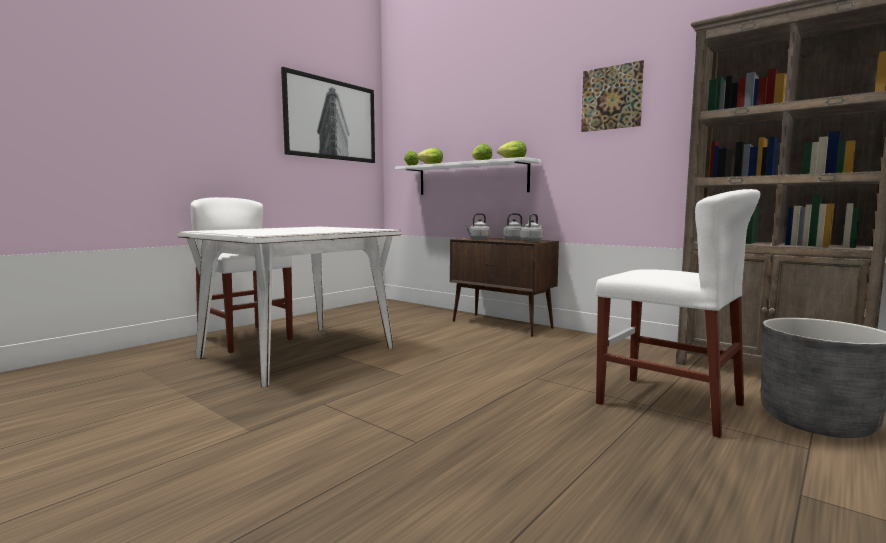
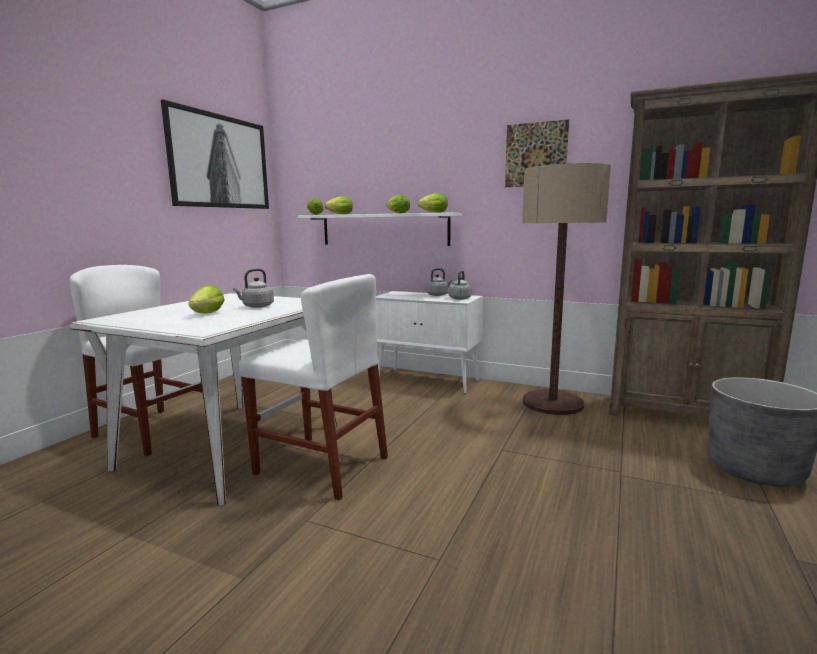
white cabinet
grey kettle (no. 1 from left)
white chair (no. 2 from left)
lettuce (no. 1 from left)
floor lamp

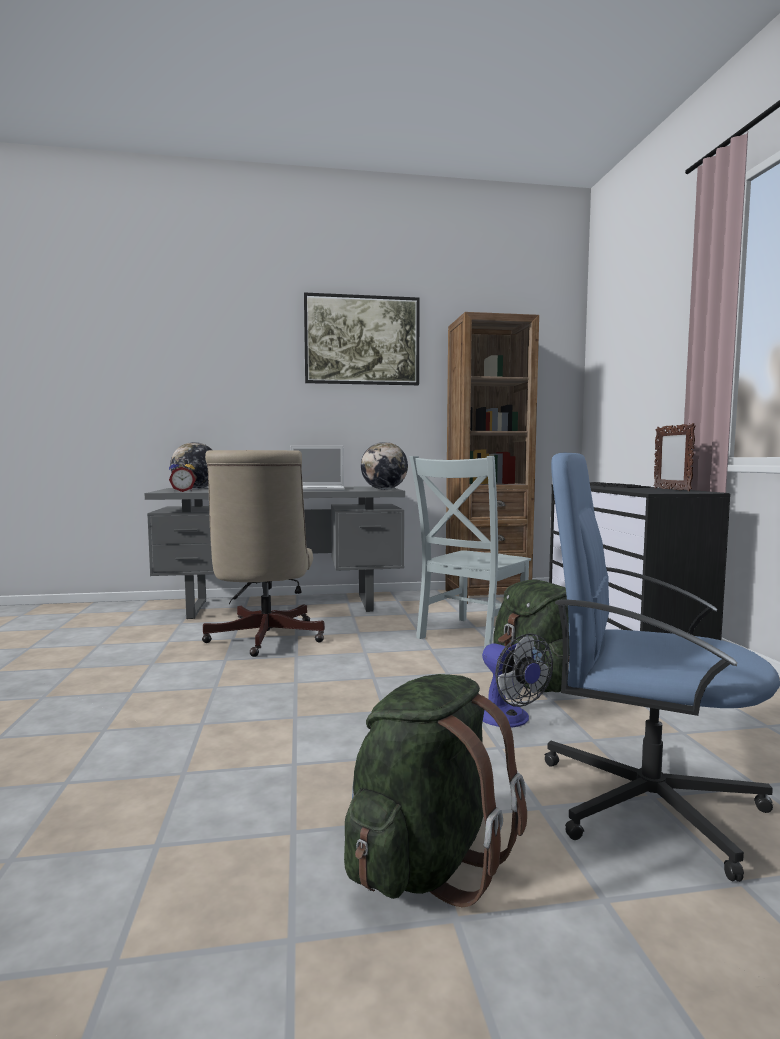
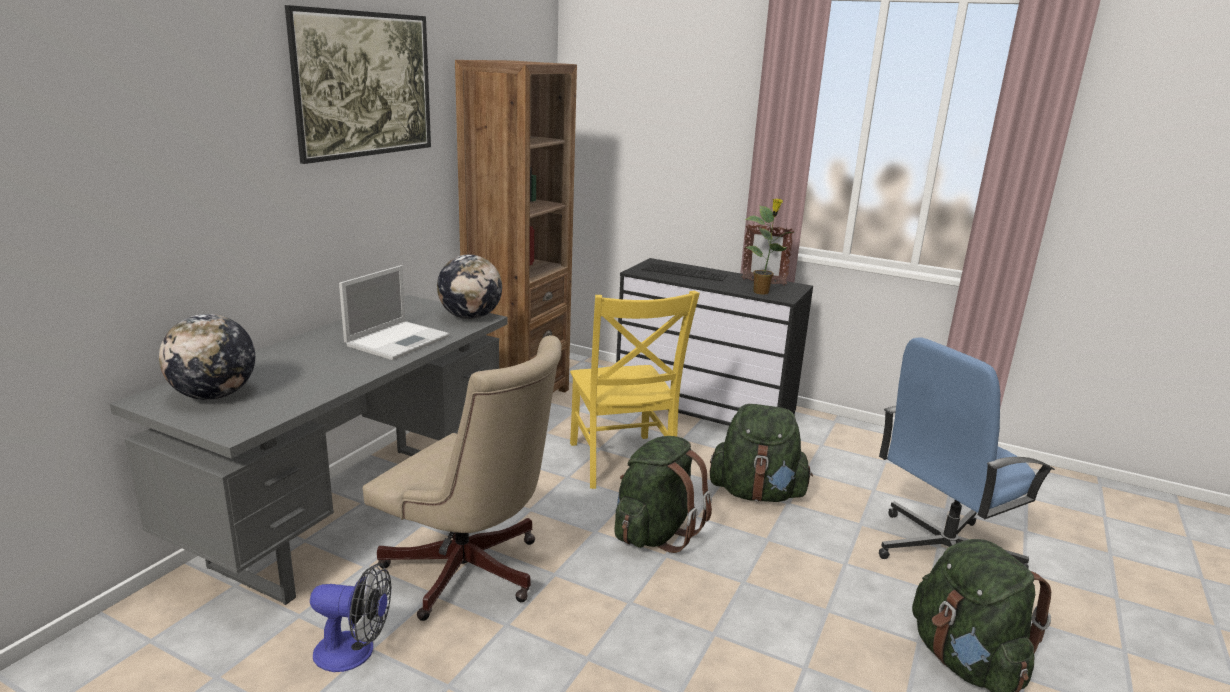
alarm clock
yellow chair
fan
green backpack (no. 1 from left)
potted plant

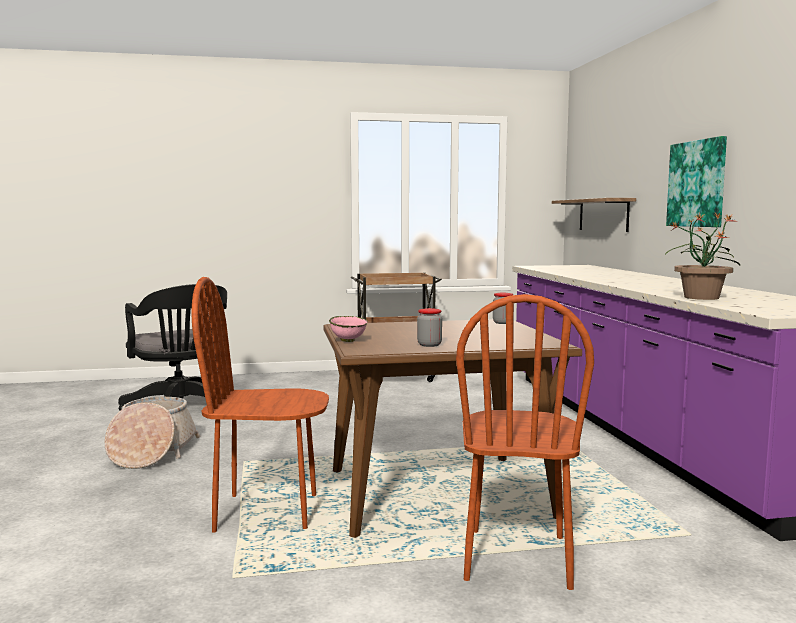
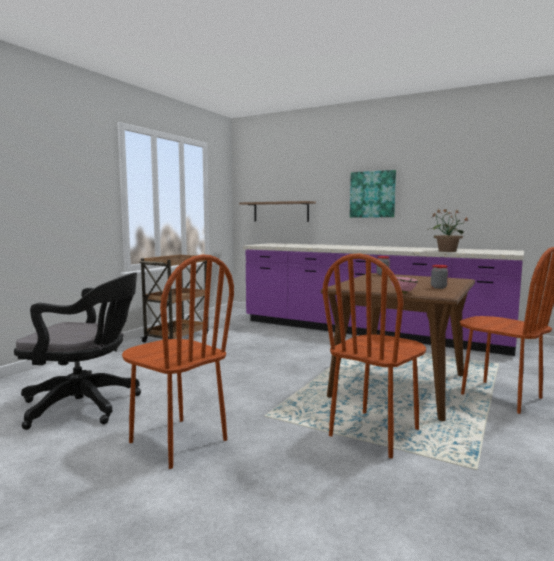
brown chair (no. 1 from left)

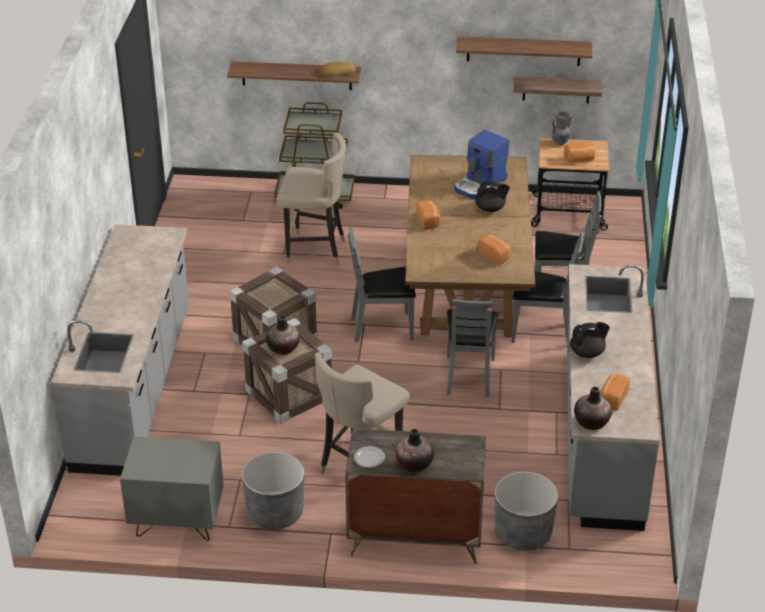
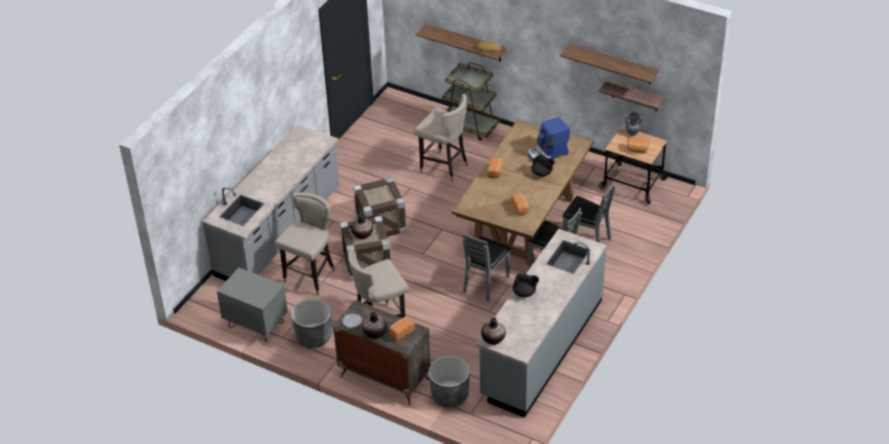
grey chair (no. 1 from left in the first image)
bread (no. 1 from left)
beige stool (no. 1 from left)

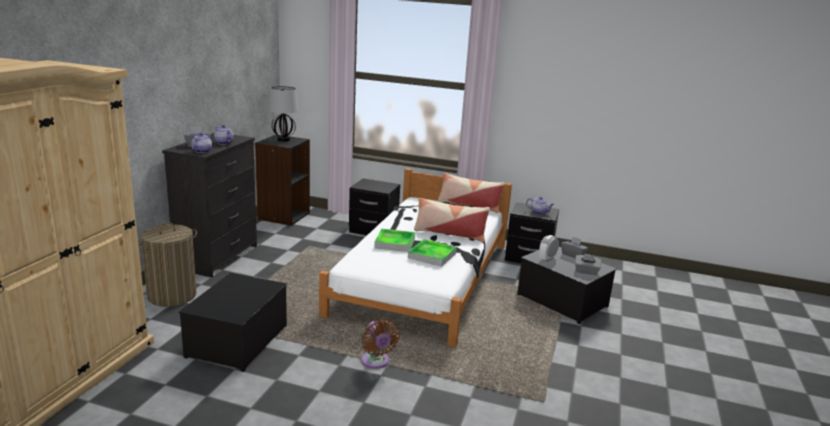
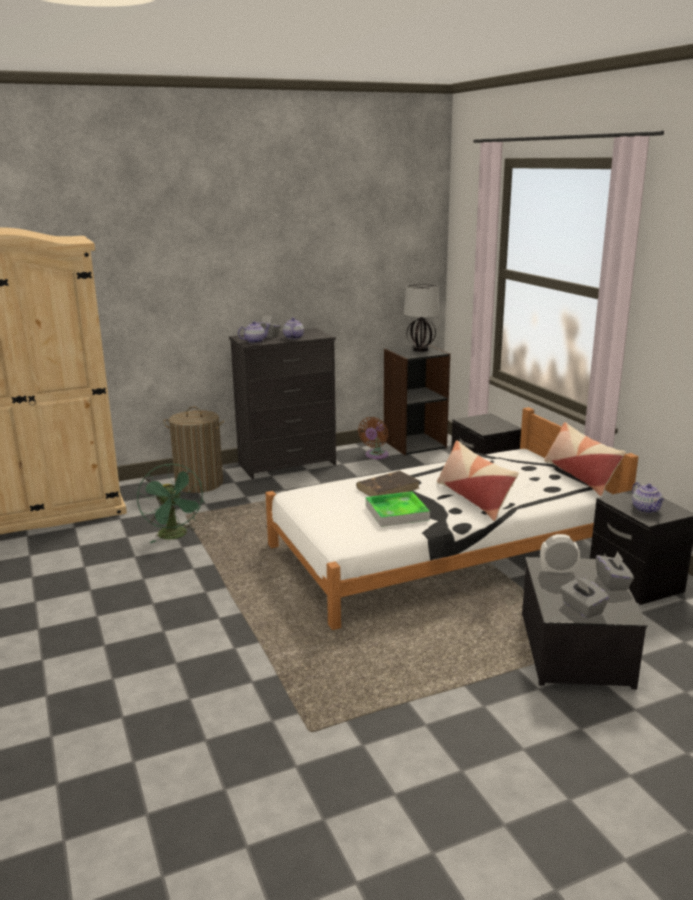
green fan
brown fan
brown book

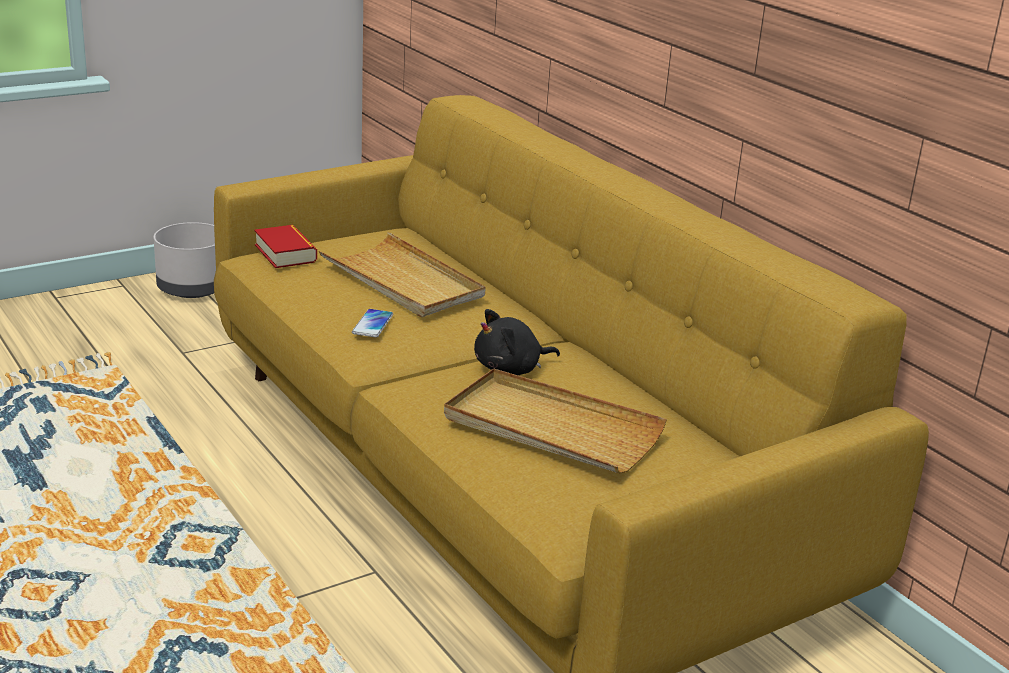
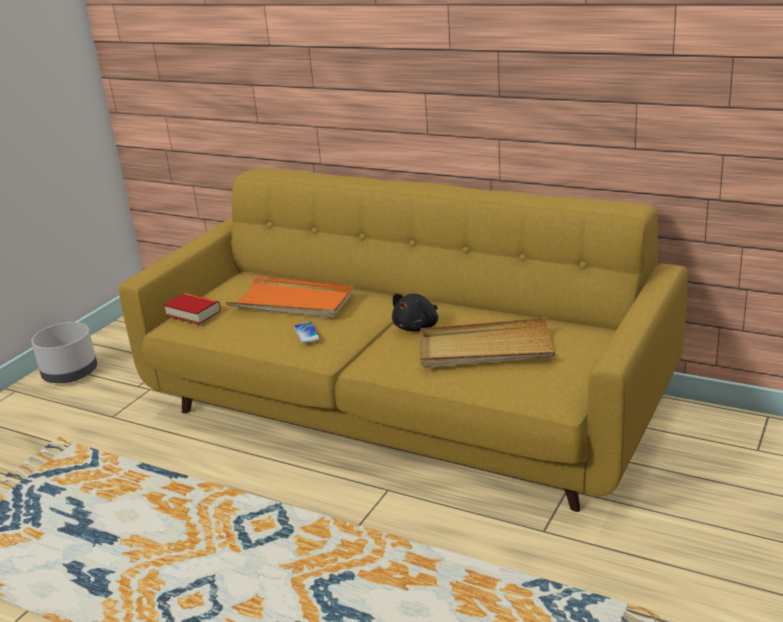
orange tray

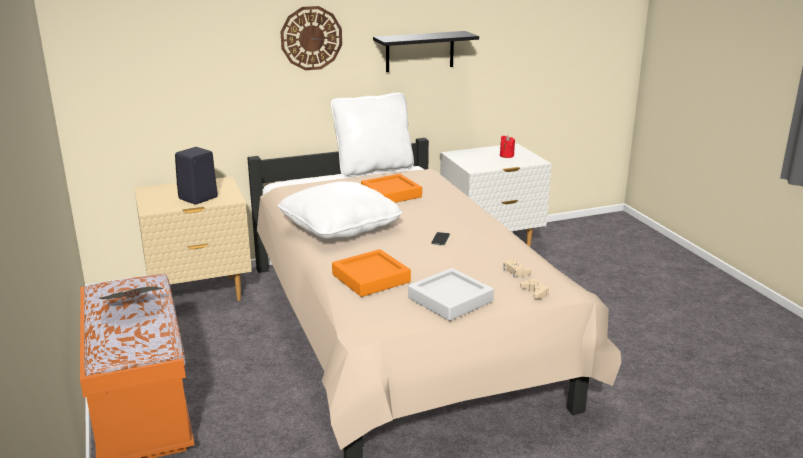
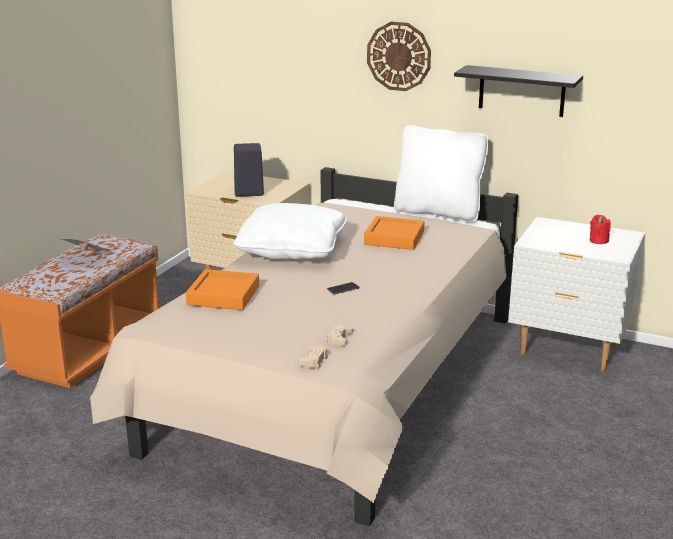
grey tray

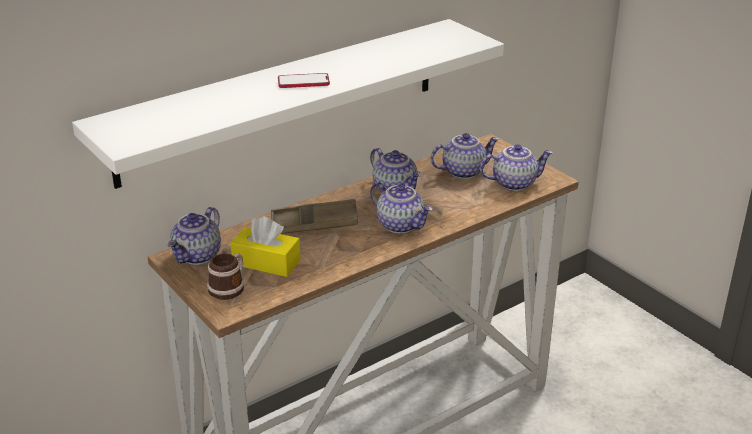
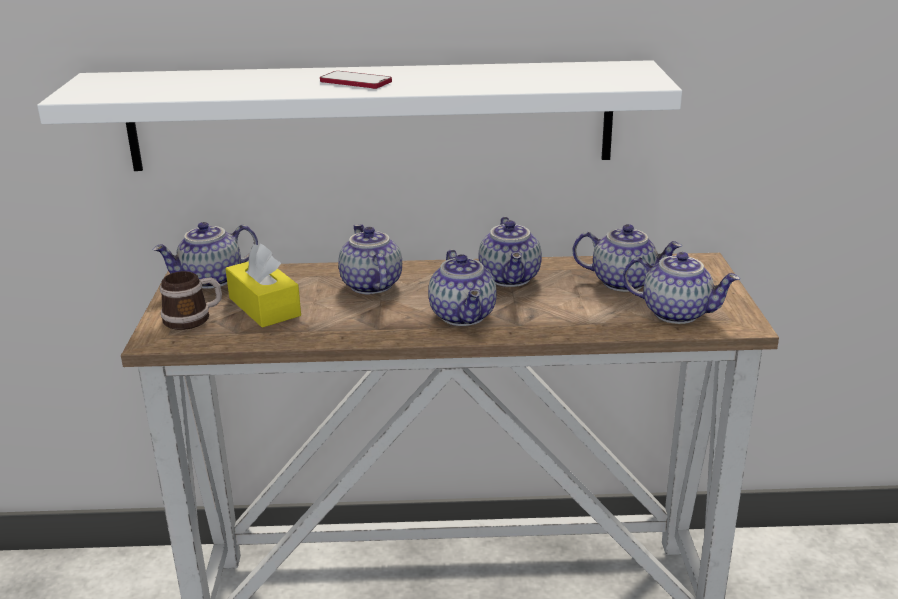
teapot (no. 2 from left)

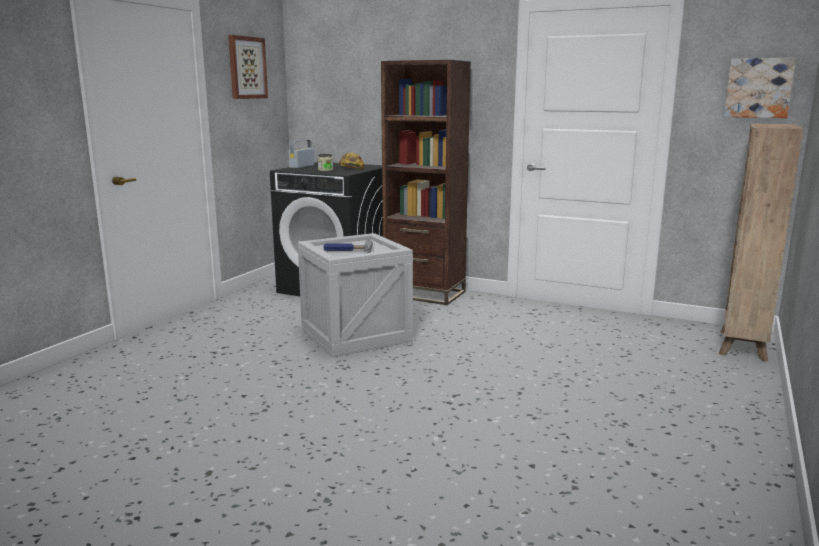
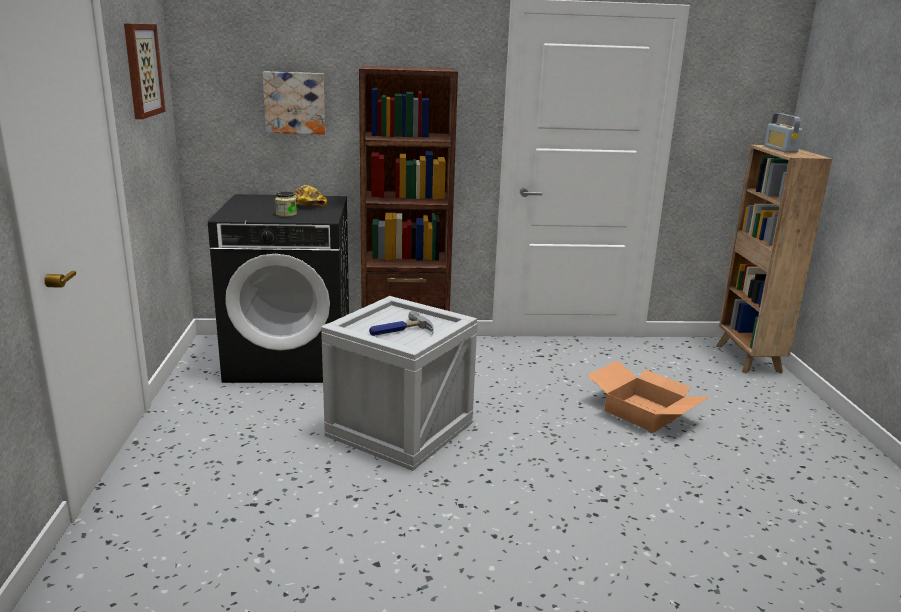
radio
picture (no. 2 from left)
cardboard box

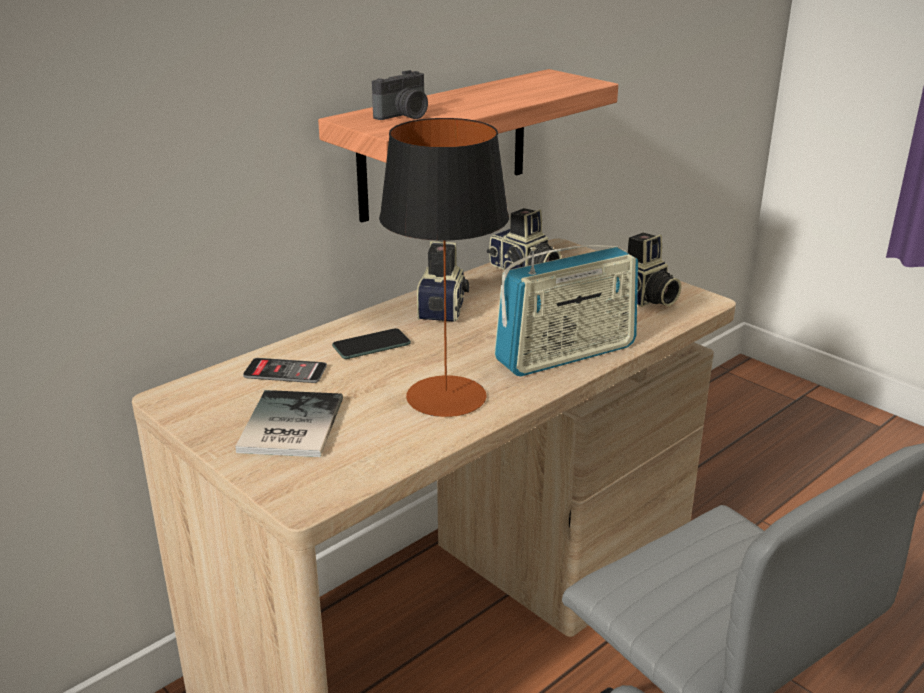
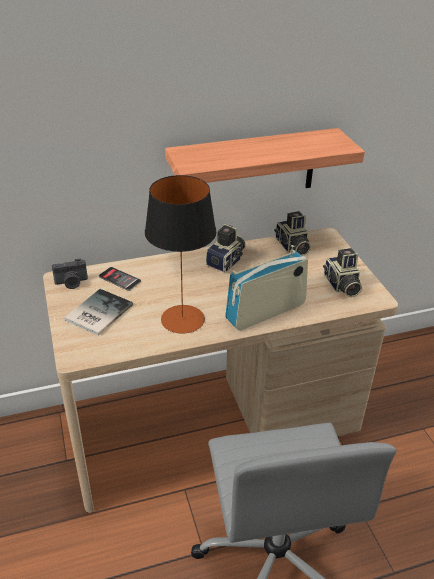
phone (no. 2 from left in the first image)
photo camera (no. 1 from left)
radio

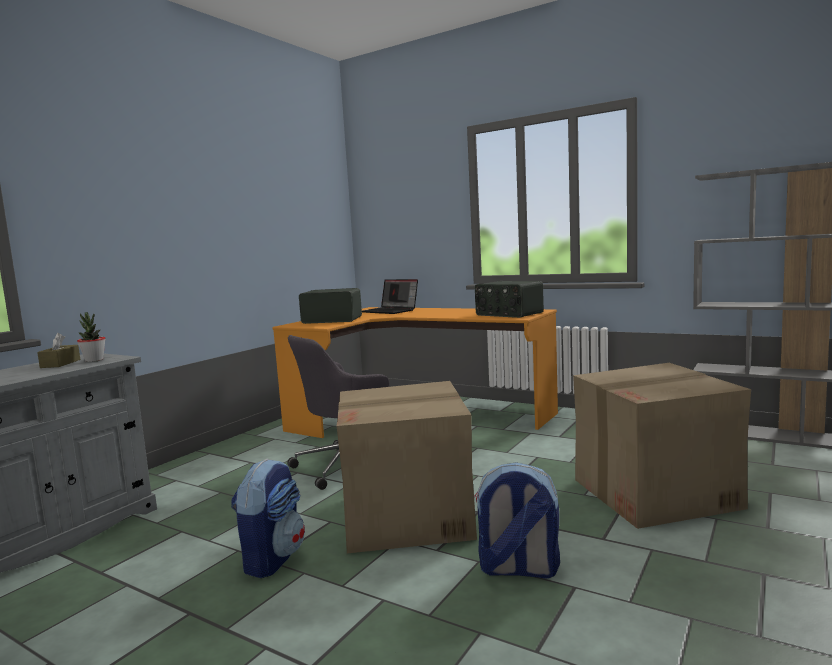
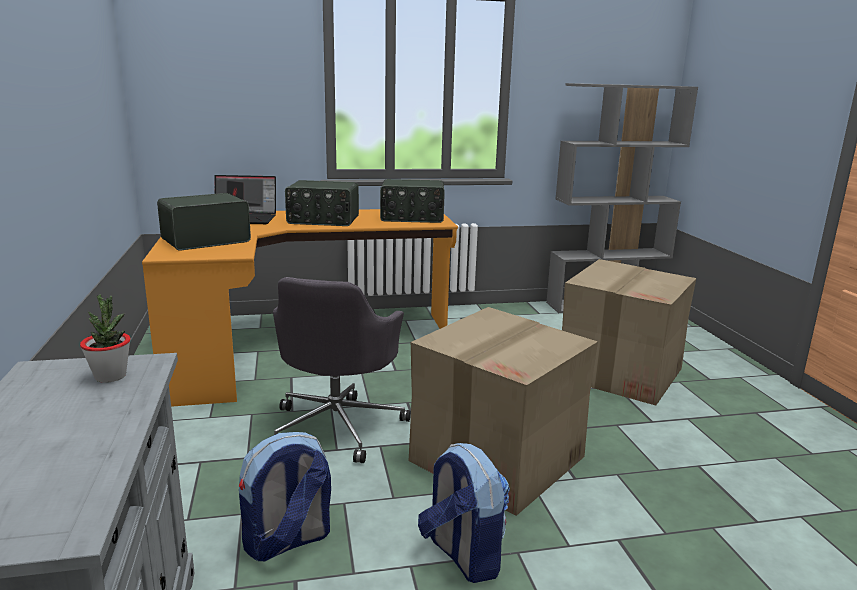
brown tissue box
backpack (no. 1 from left)
radio (no. 2 from left)

